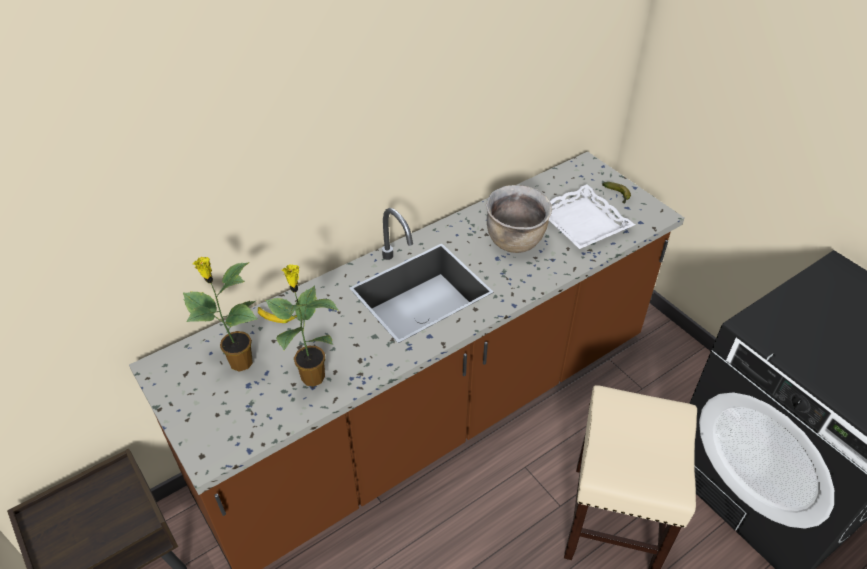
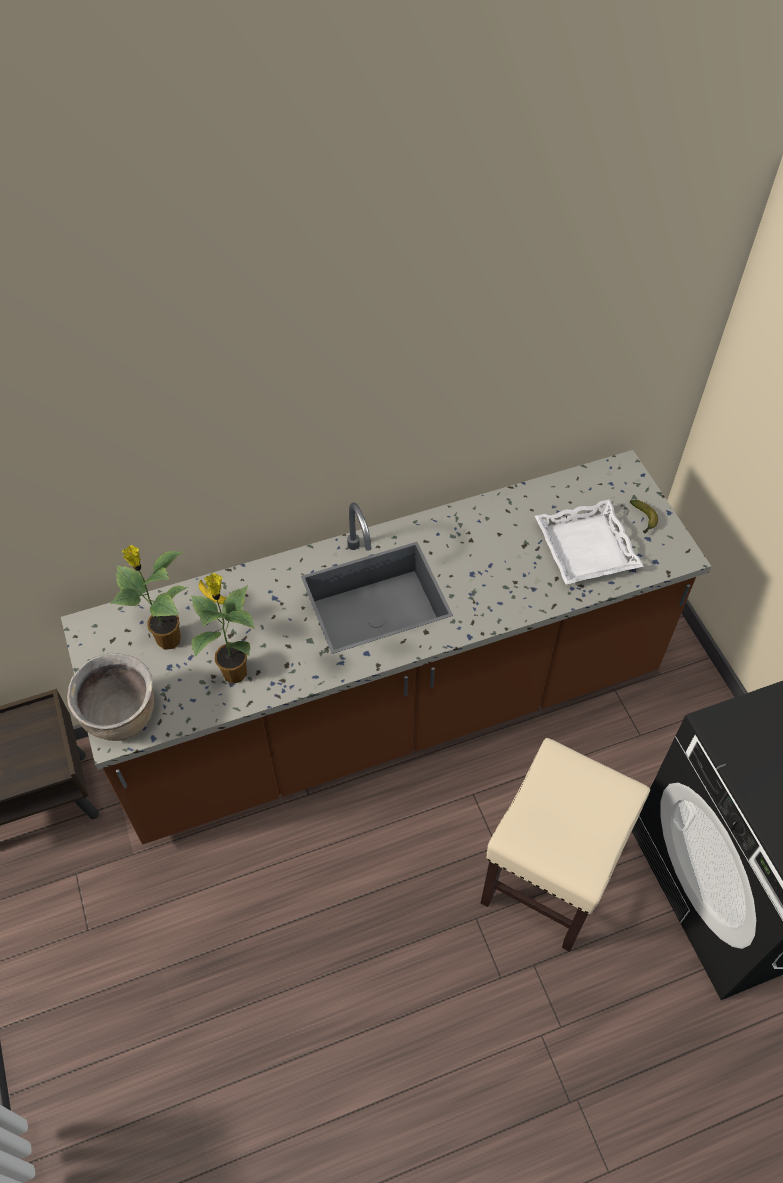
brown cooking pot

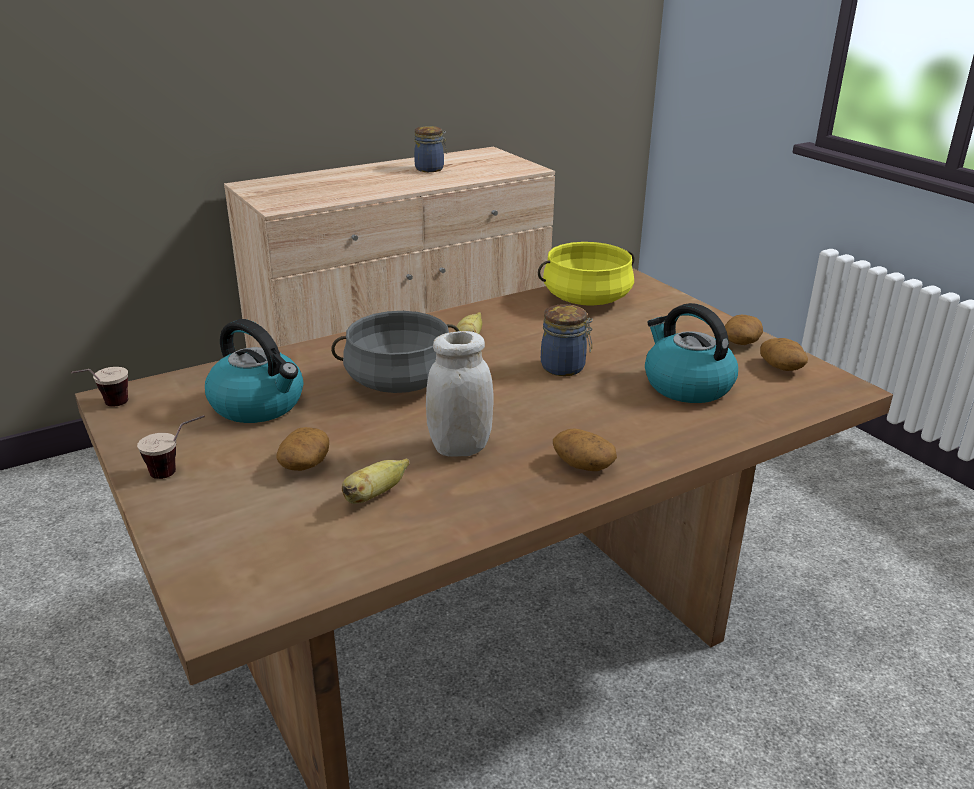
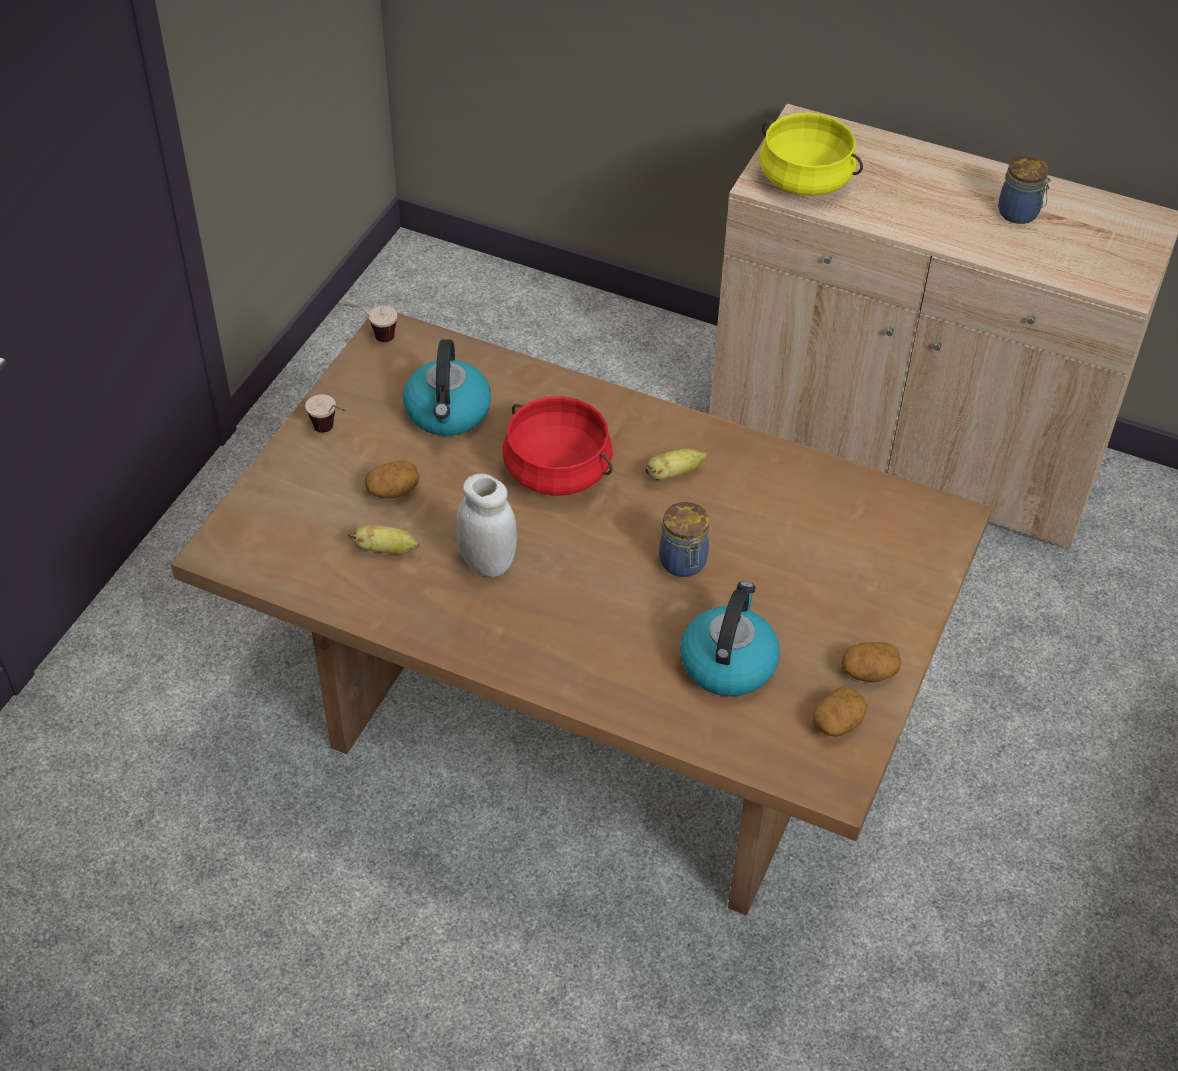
red cooking pot
yellow cooking pot
potato (no. 2 from left in the first image)

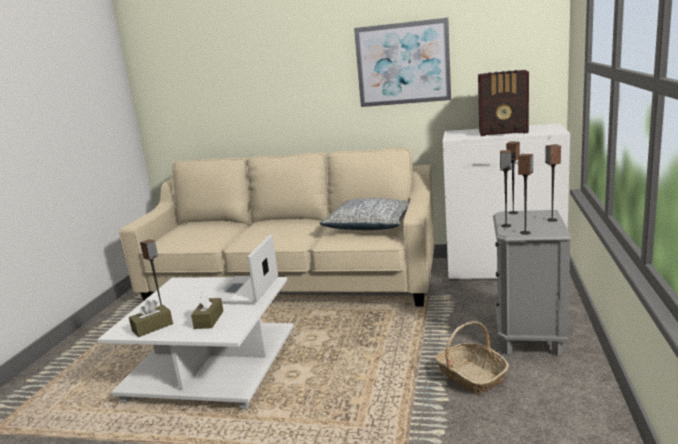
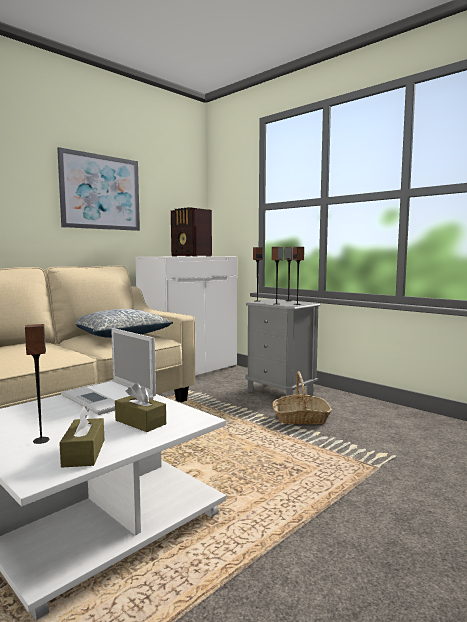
radio

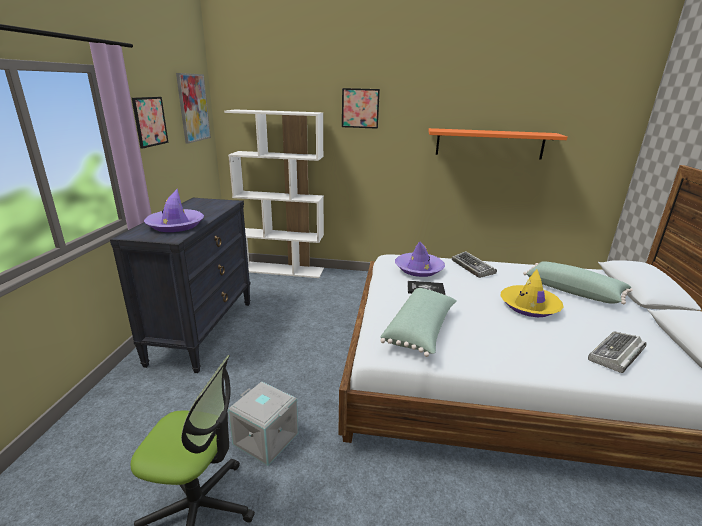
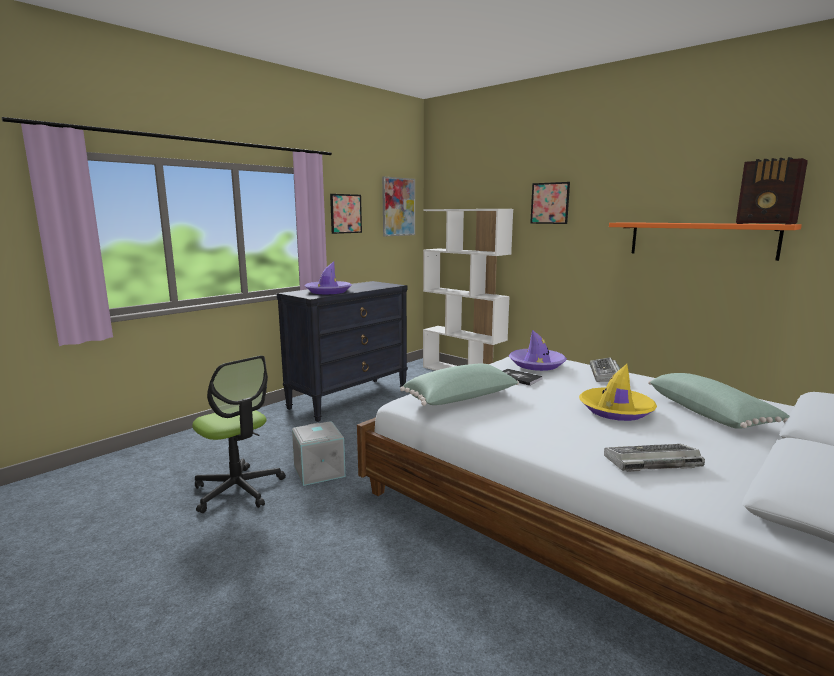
radio

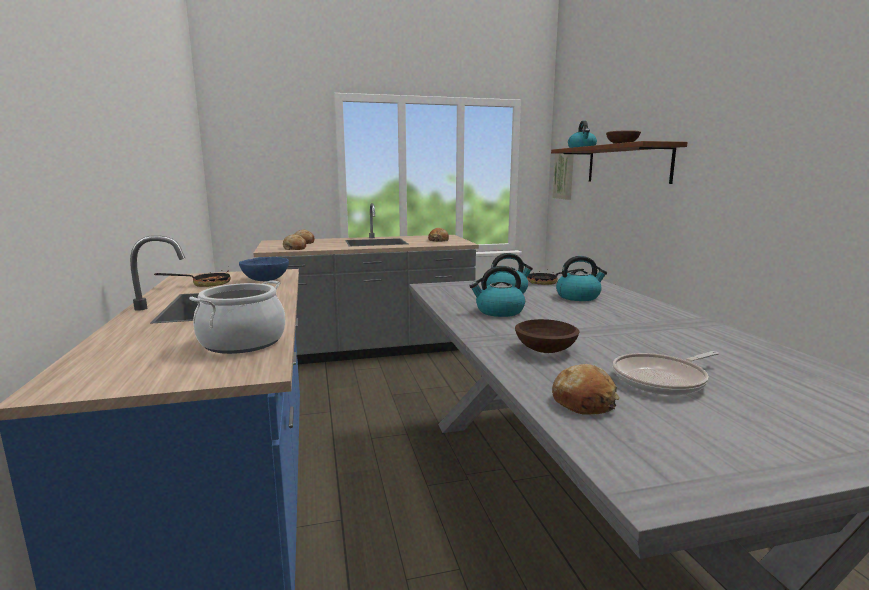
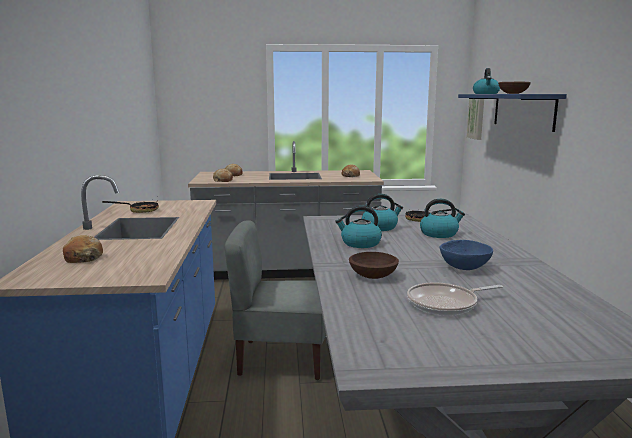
cooking pot
blue bowl
blue shelf
bread (no. 1 from left)
grey chair

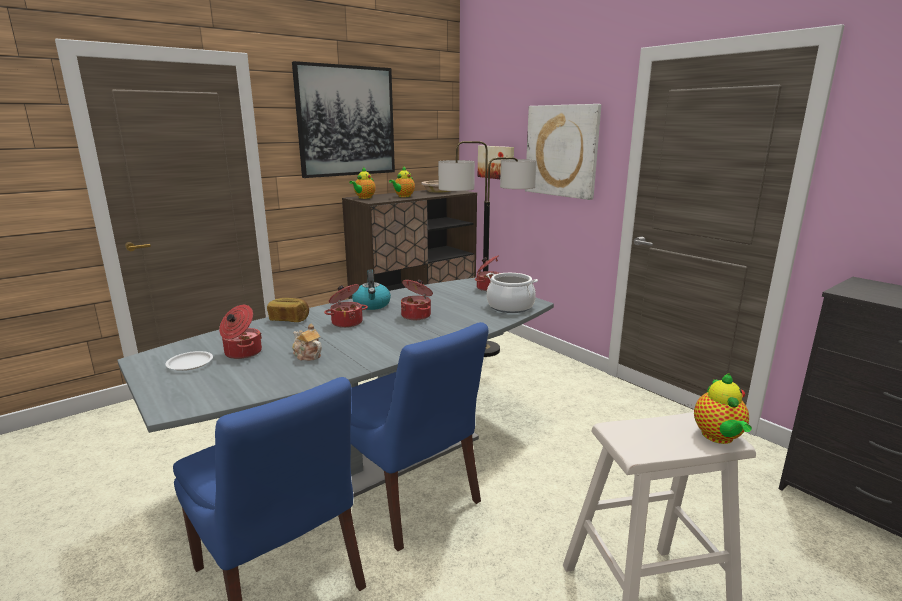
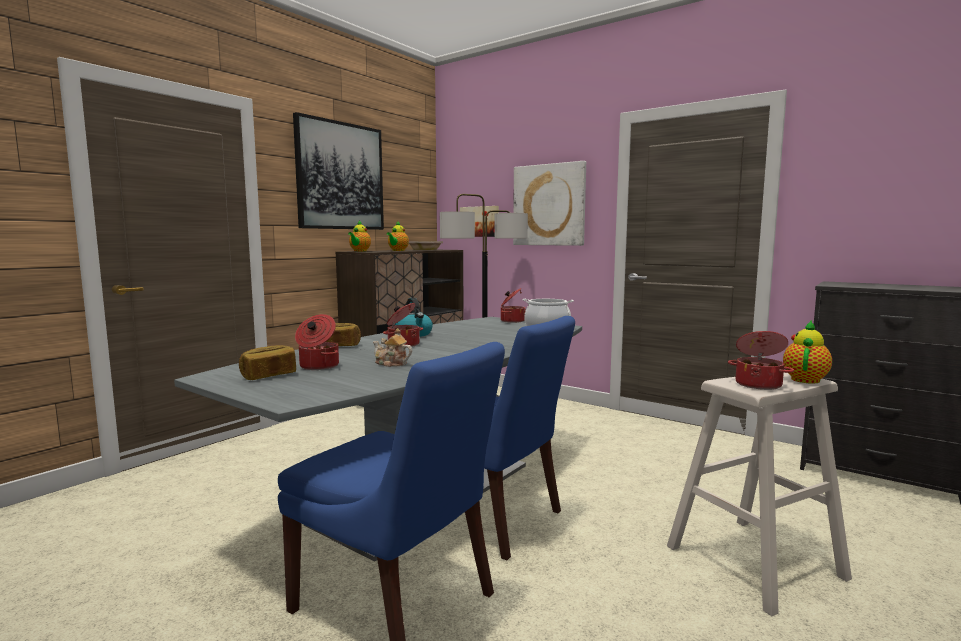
bread (no. 1 from left)
cooking pot (no. 5 from left)
teapot (no. 4 from left)

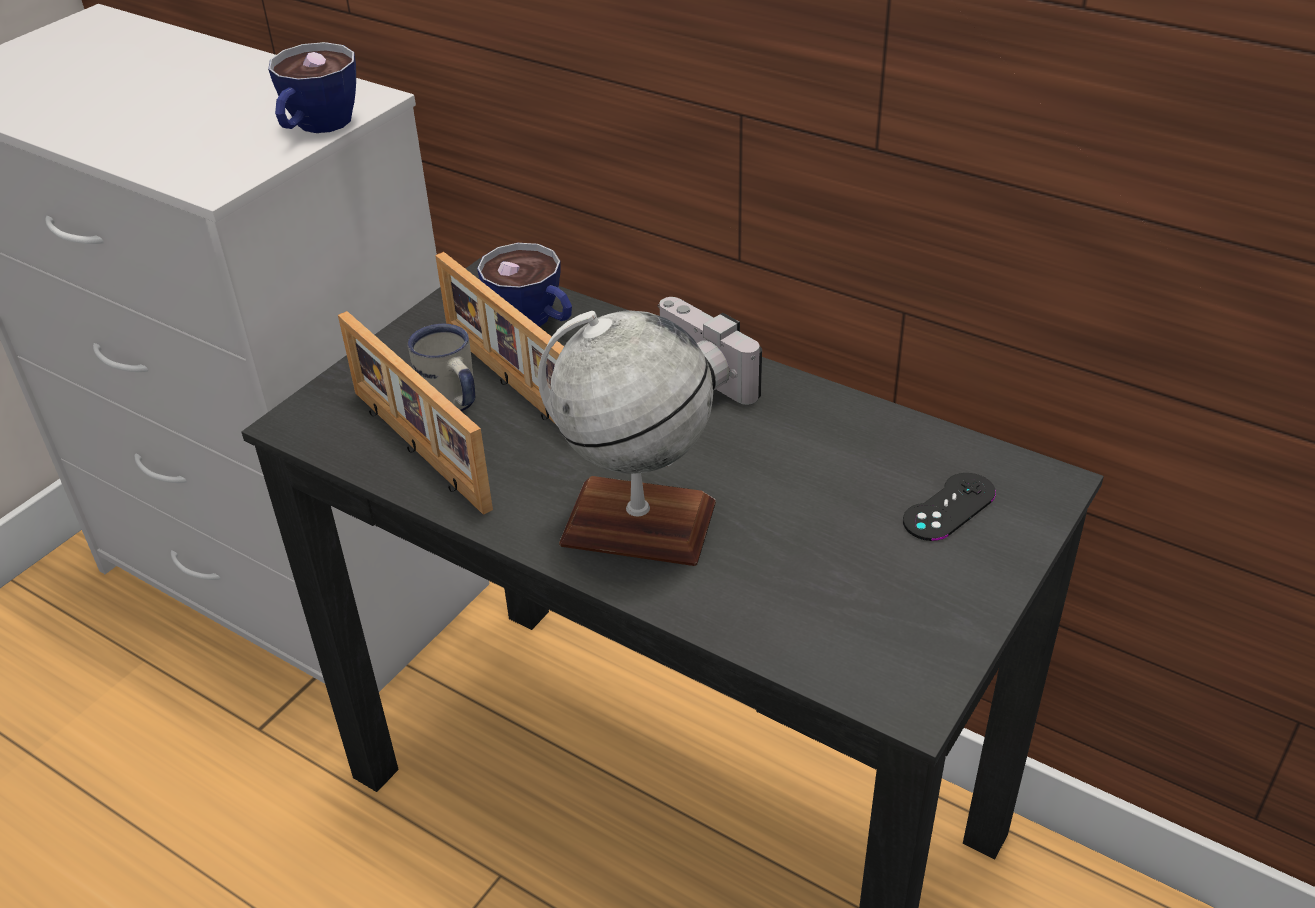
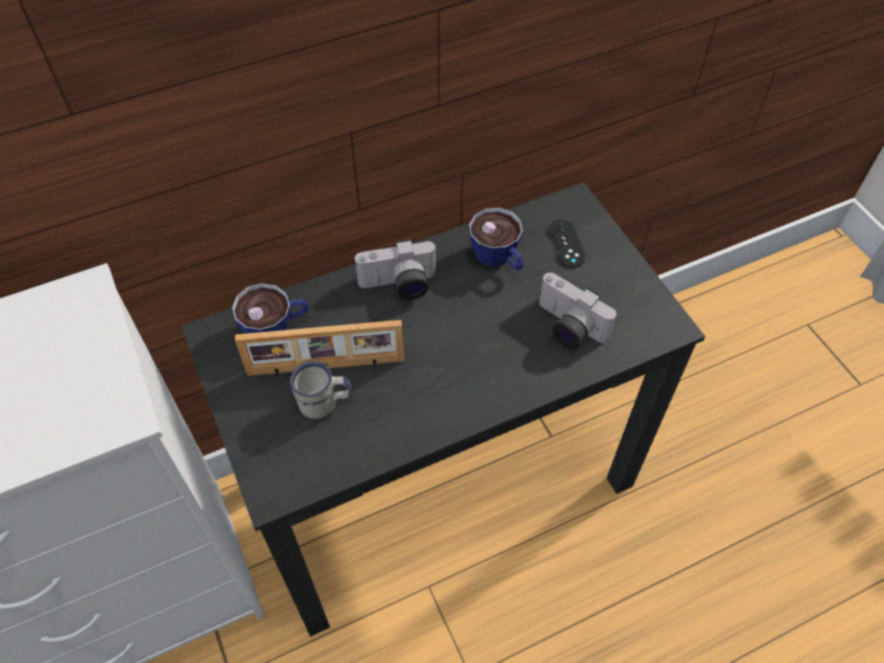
cup (no. 2 from left)
picture frame (no. 1 from left in the first image)
globe
photo camera (no. 2 from left)

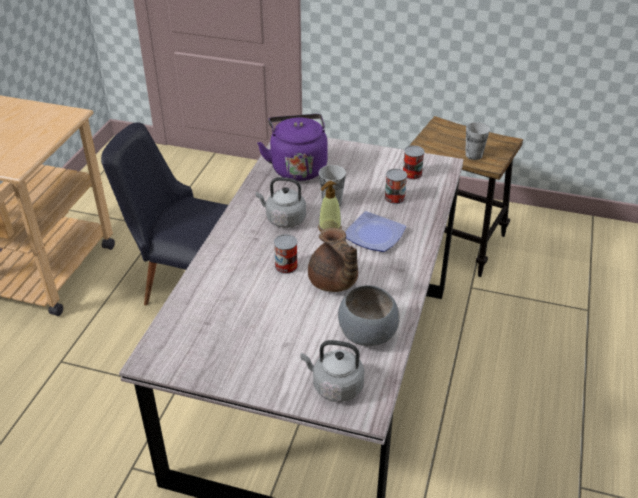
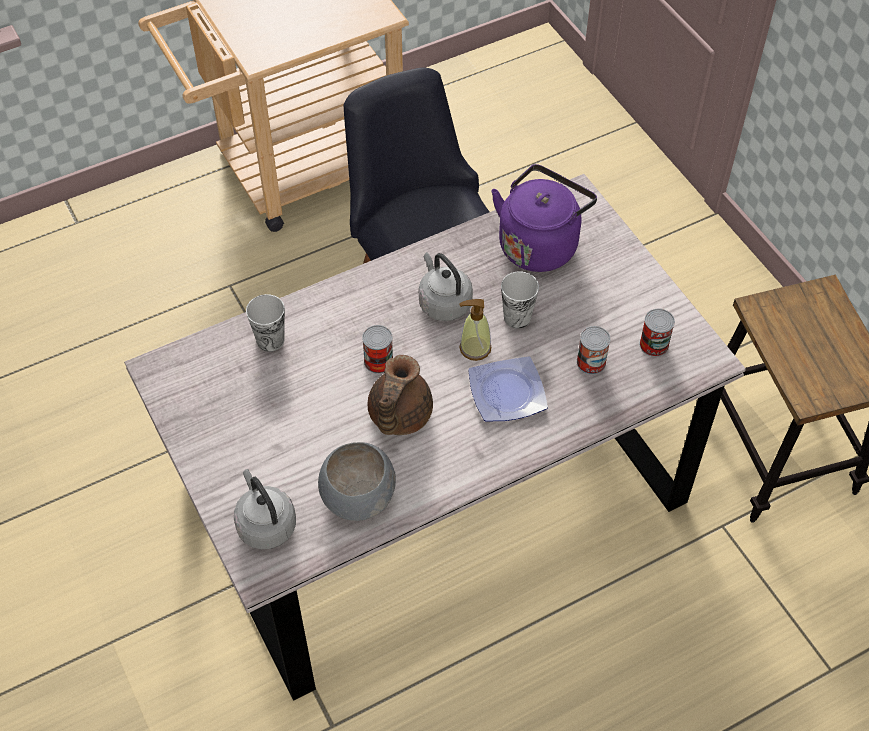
cup (no. 1 from left)

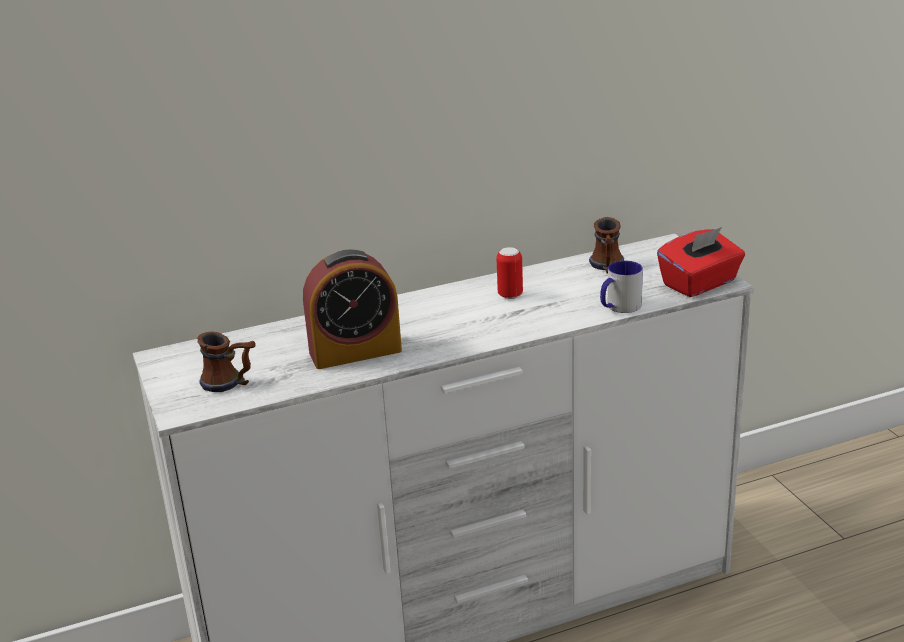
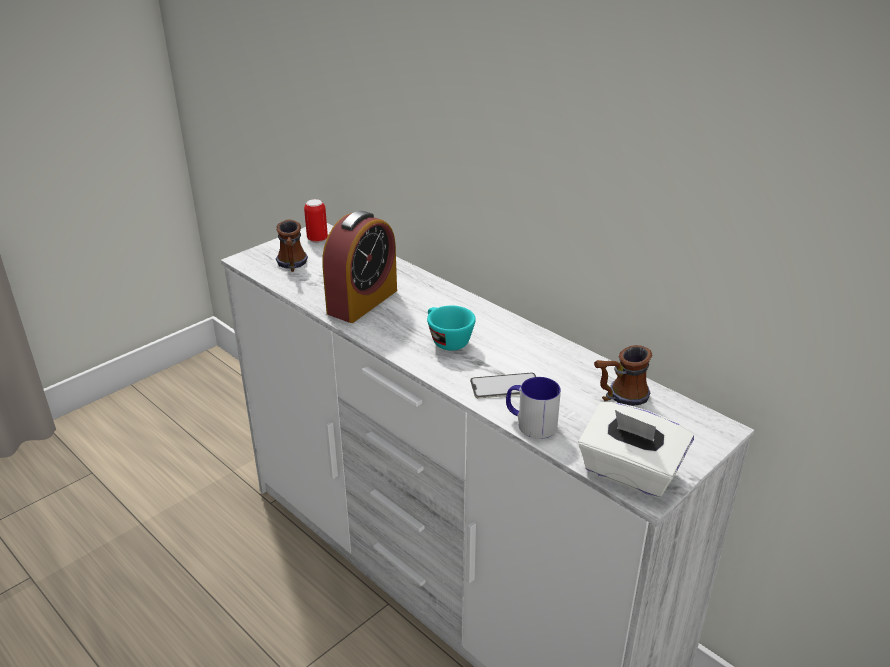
alarm clock
can
white tissue box
turquoise cup
phone

